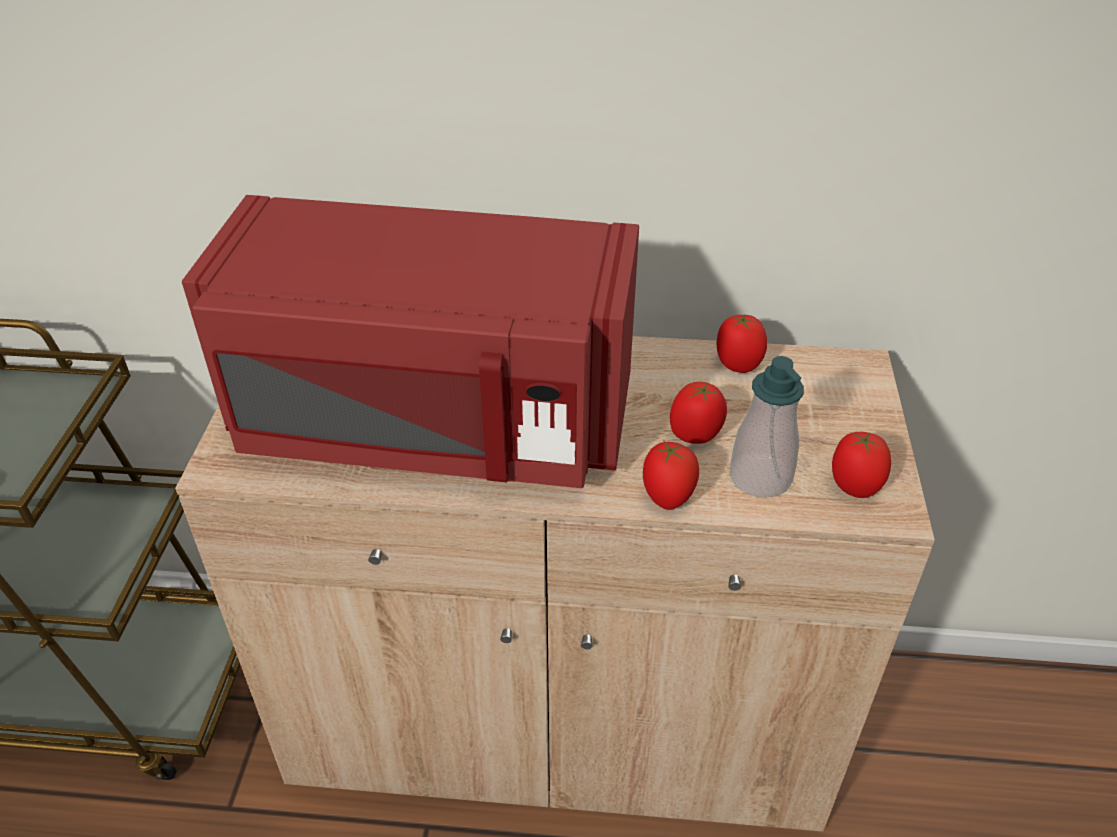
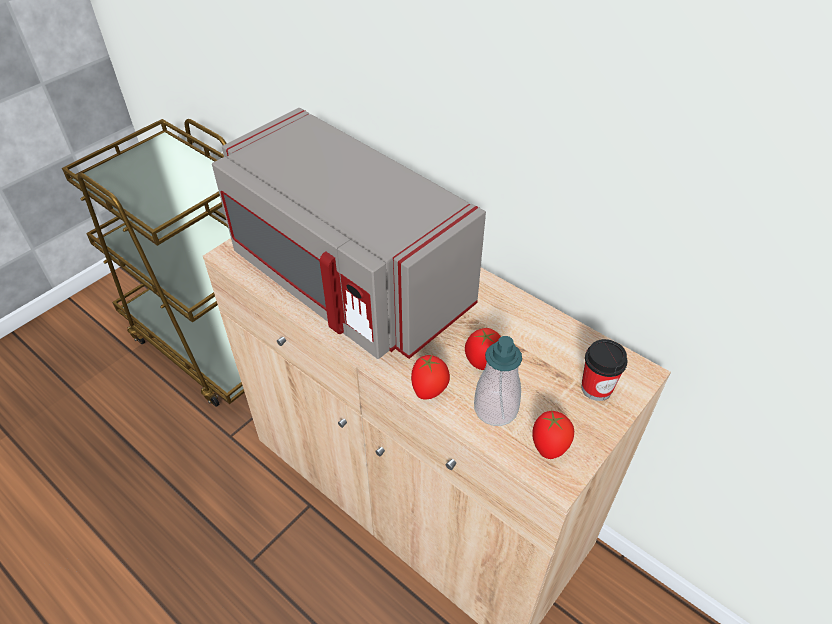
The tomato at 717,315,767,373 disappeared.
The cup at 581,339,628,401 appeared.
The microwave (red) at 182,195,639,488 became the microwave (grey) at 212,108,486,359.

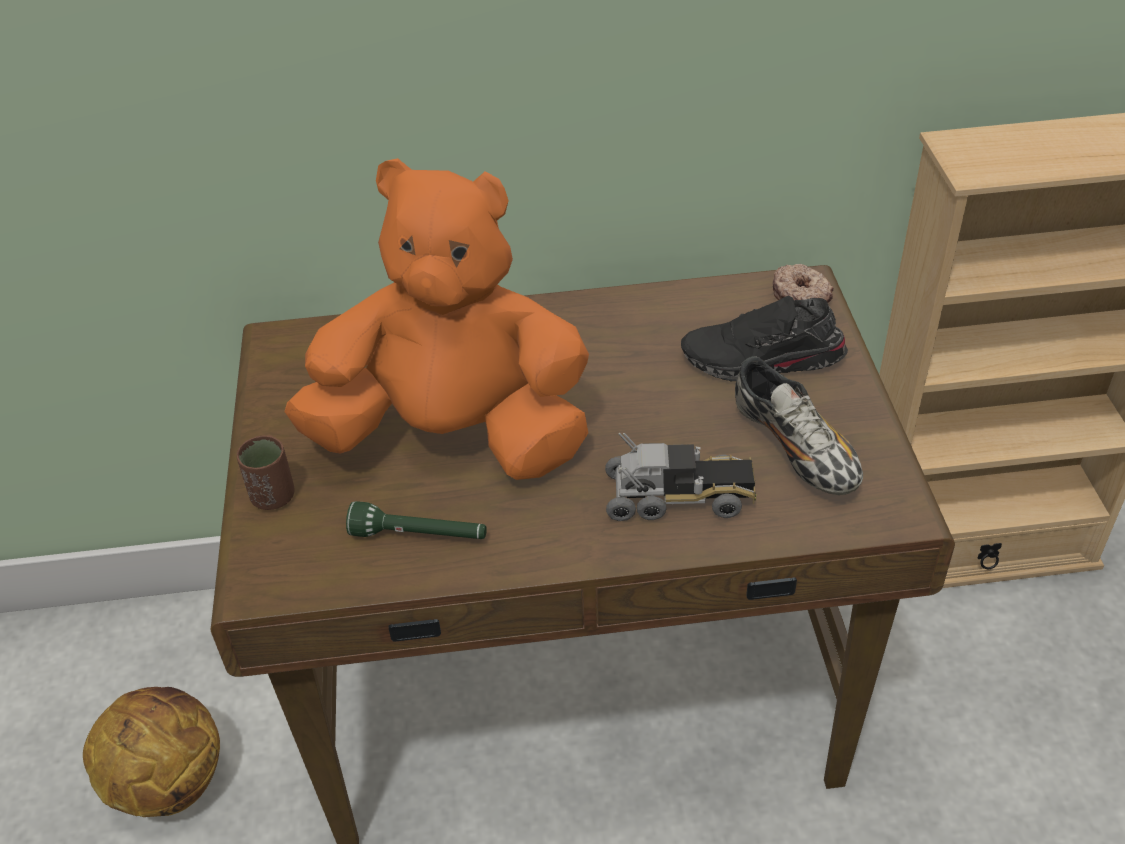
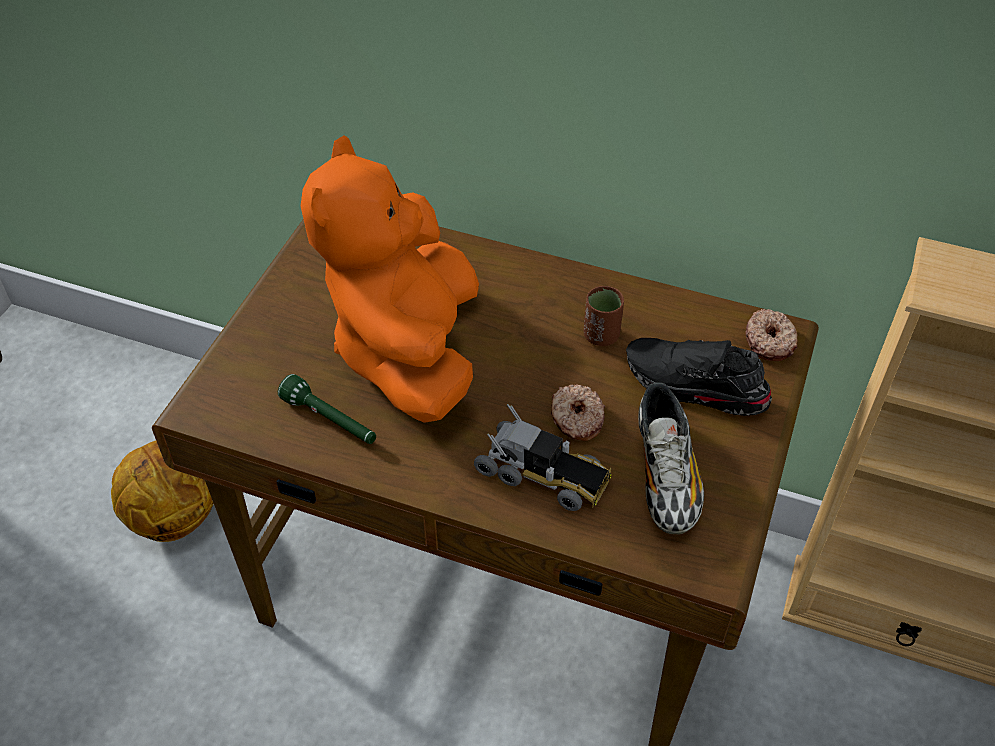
The donut at 551,384,605,441 appeared.
The cup (brown) moved from 237,435,295,510 to 584,286,624,346.
The plush toy (orange) at 285,158,589,480 turned 120 degrees counterclockwise.

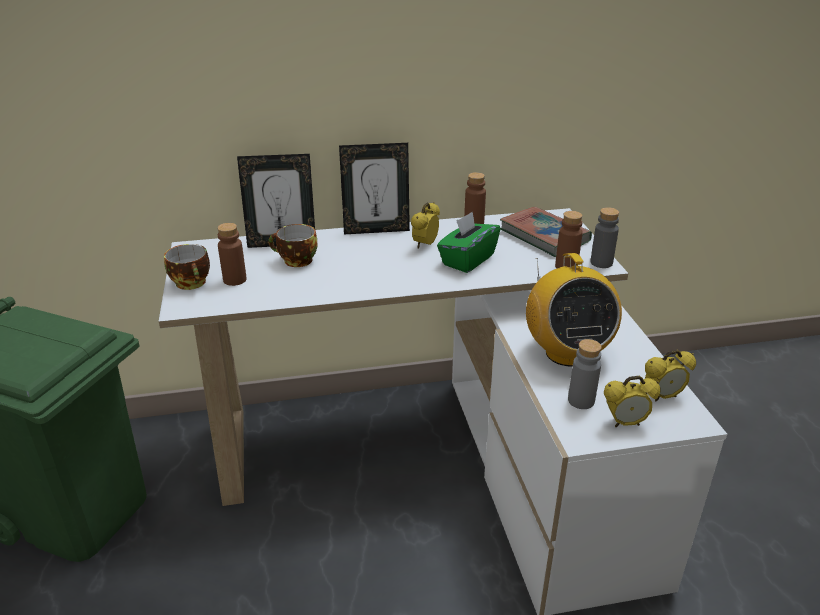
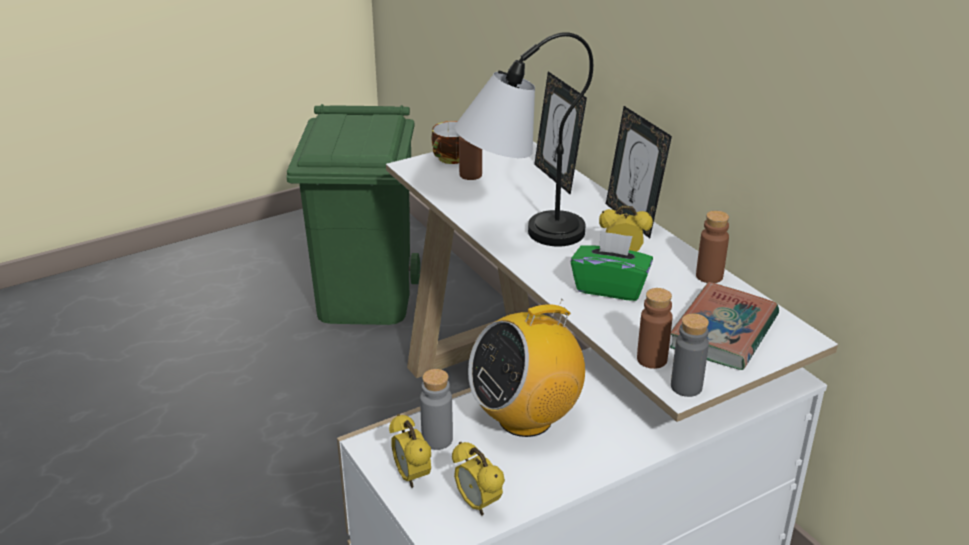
The cup at 268,224,317,267 disappeared.
The table lamp at 454,32,593,246 appeared.

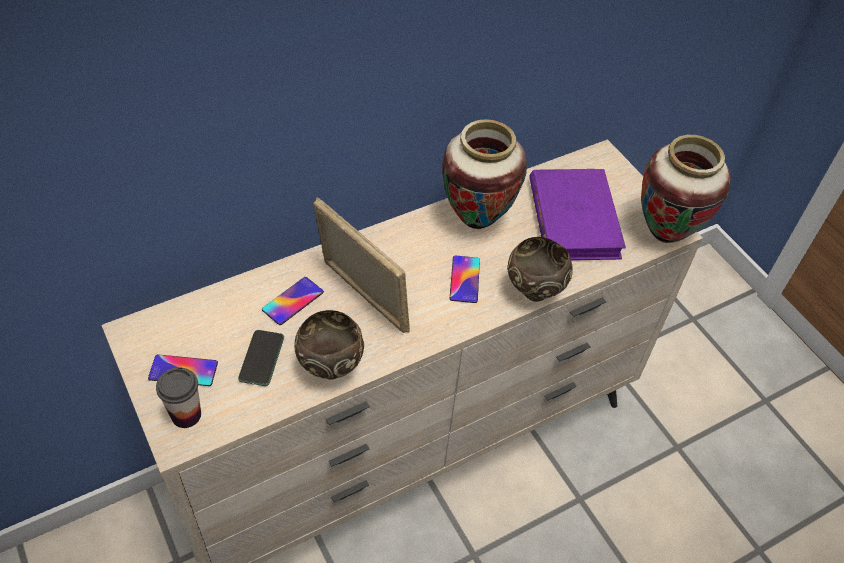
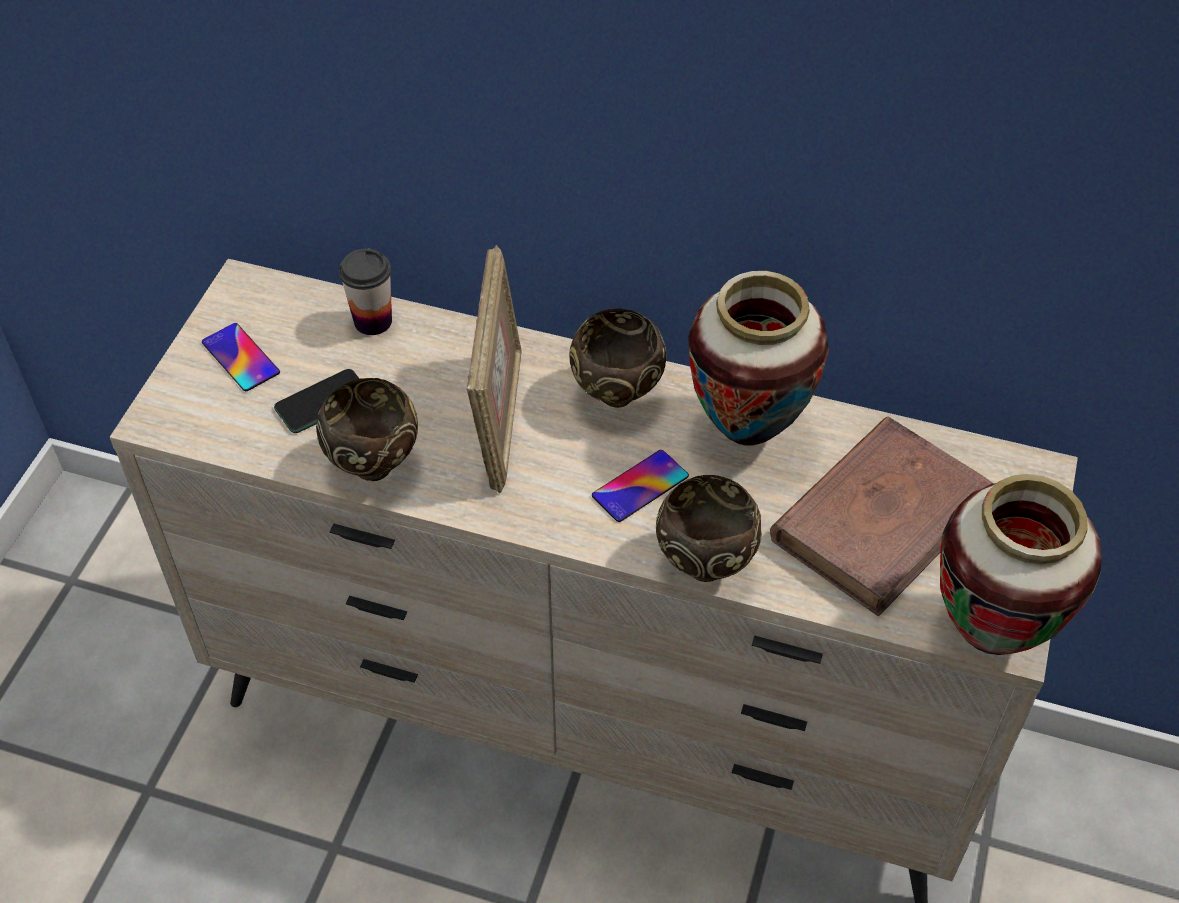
The phone at 262,277,324,325 disappeared.
The bowl (brown) at 569,308,666,408 appeared.
The cup moved from 156,368,201,428 to 339,249,392,335.
The book (purple) at 529,169,626,260 became the book (brown) at 770,417,993,616.

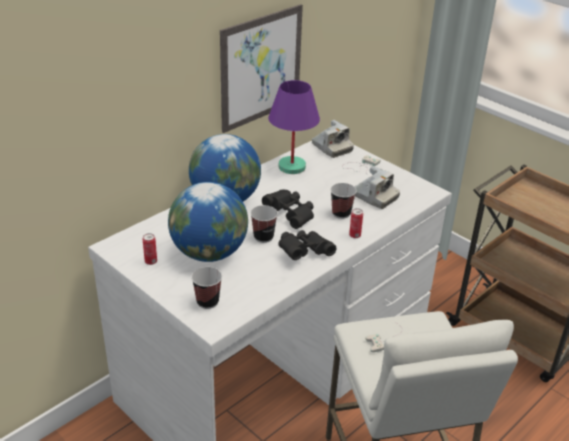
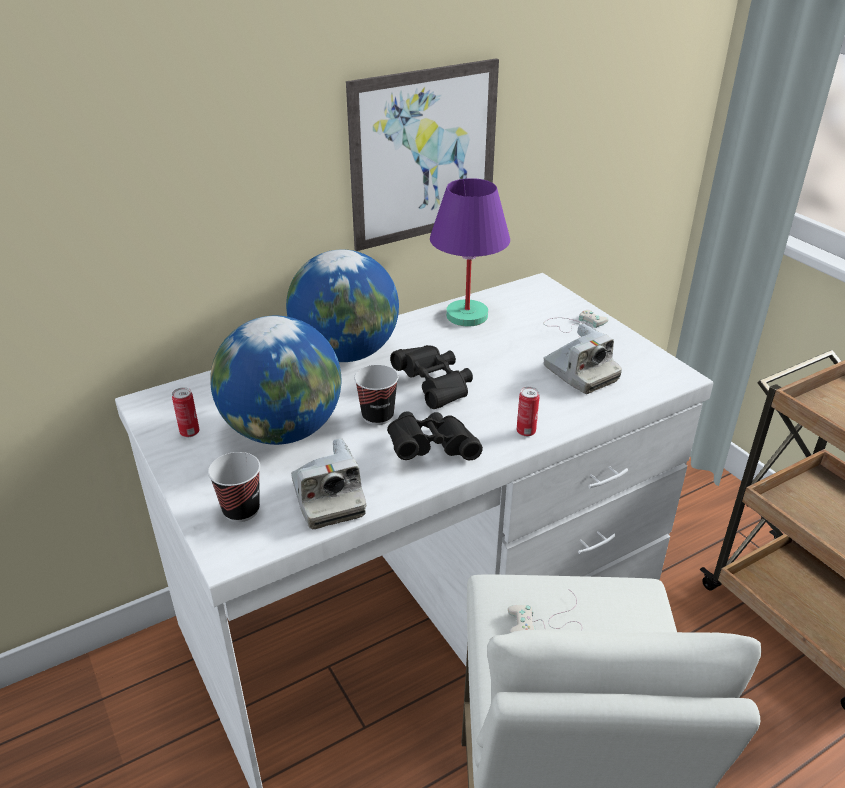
The cup at 331,183,357,219 disappeared.
The photo camera moved from 312,120,354,158 to 291,438,366,529.

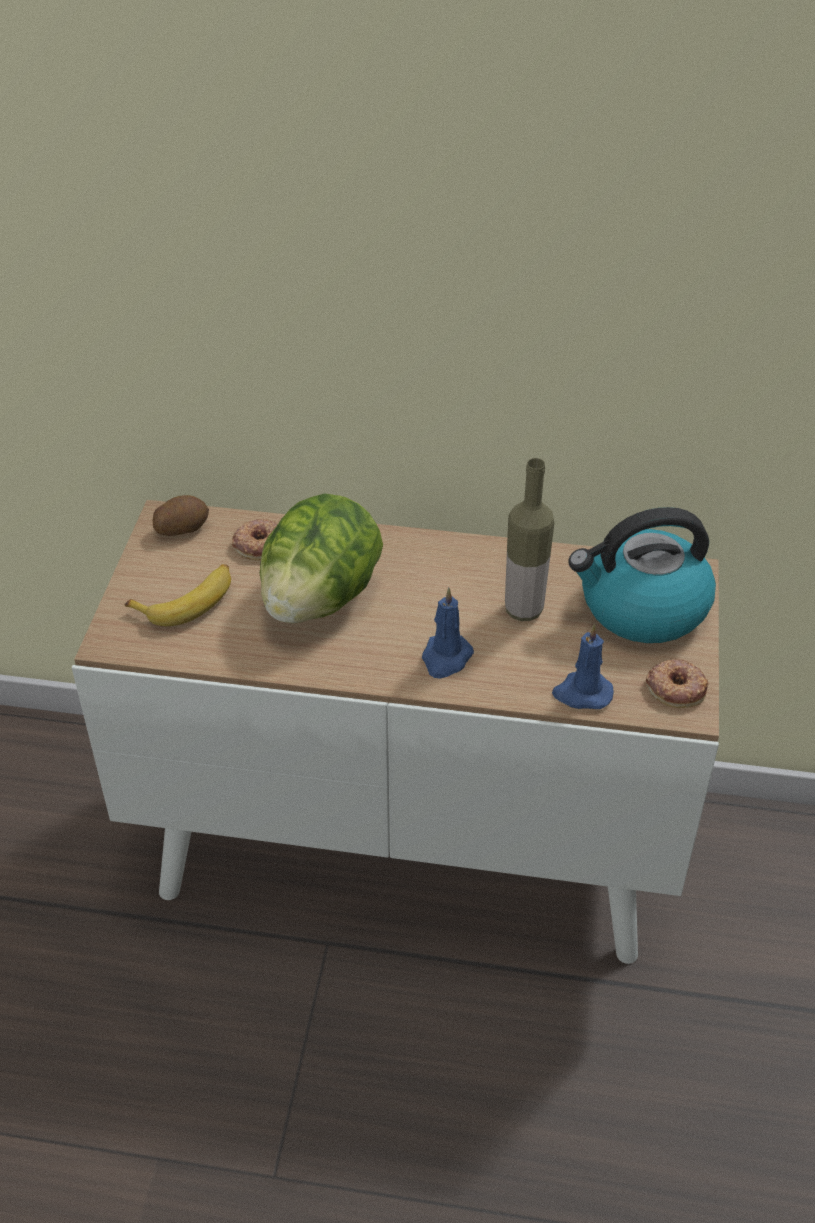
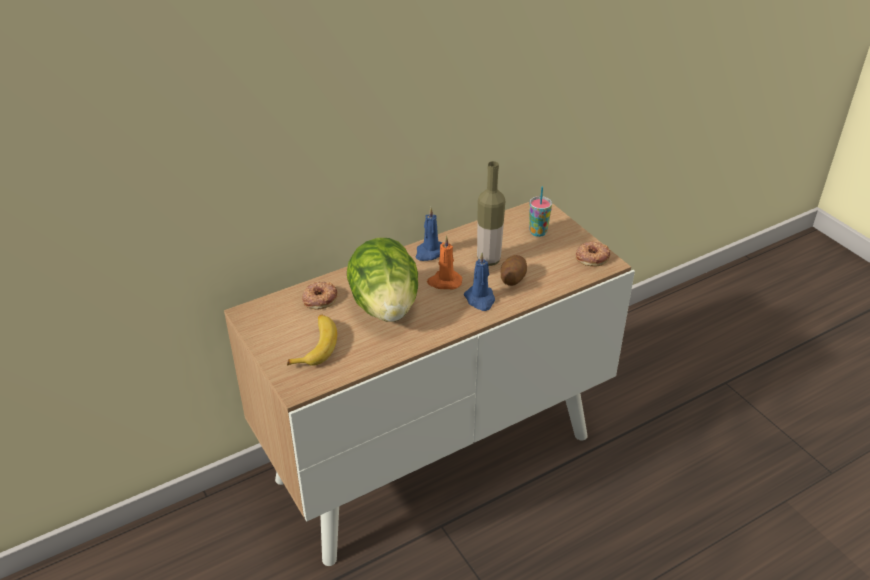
The candle (orange) at 427,236,462,289 appeared.
The potato moved from 153,495,209,536 to 501,255,527,286.
The candle (blue) moved from 552,624,614,709 to 415,207,442,261.
The kettle at 568,507,716,643 was replaced by the cup at 529,187,552,237.

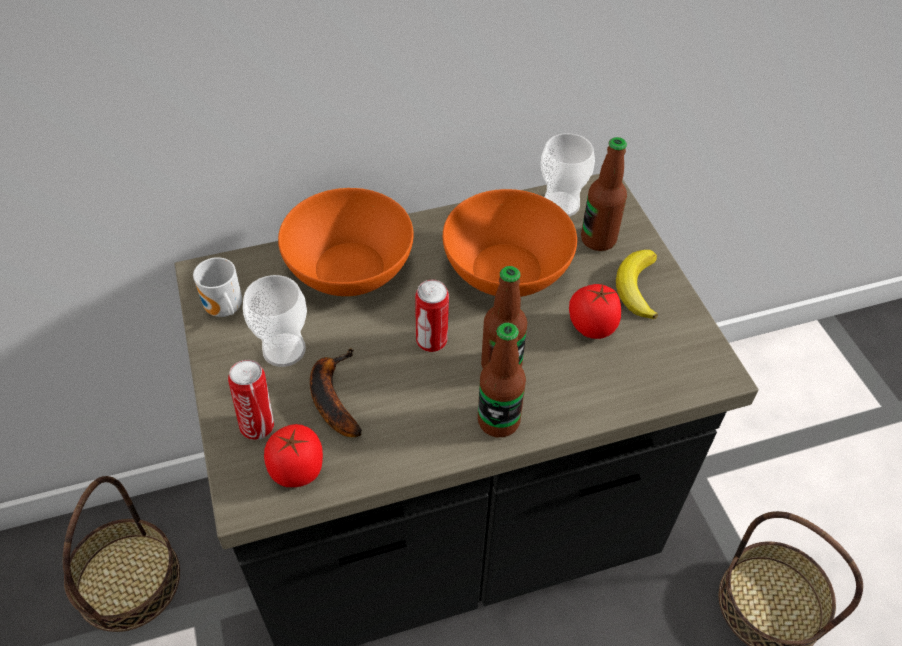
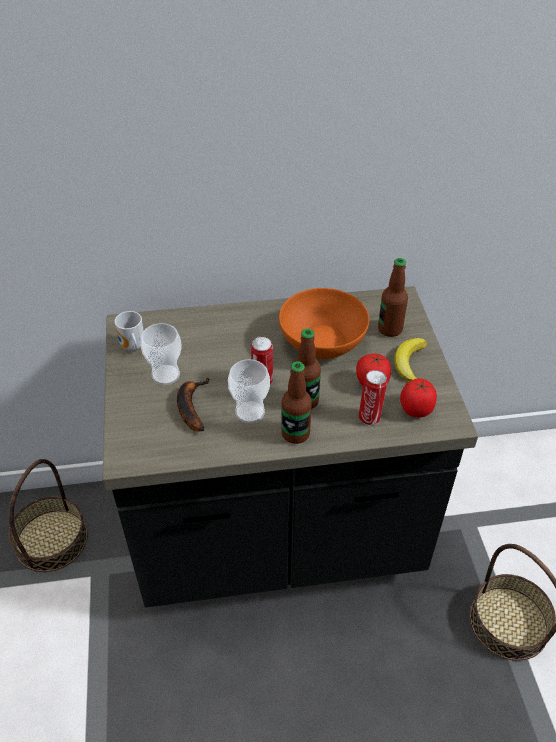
The bowl (orange) at 278,188,413,296 disappeared.
The can moved from 228,360,274,440 to 359,370,387,425.
The tomato moved from 264,424,323,487 to 400,378,437,417.
The cup moved from 541,133,595,217 to 228,359,270,423.

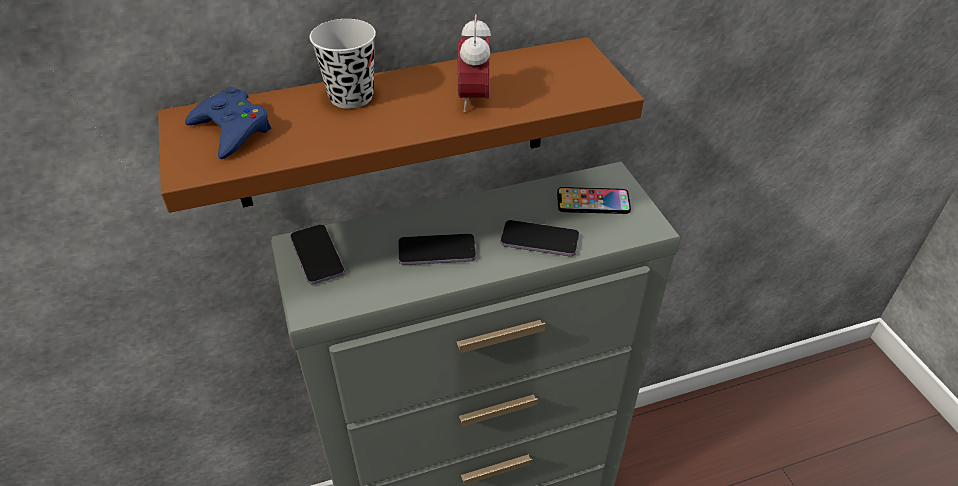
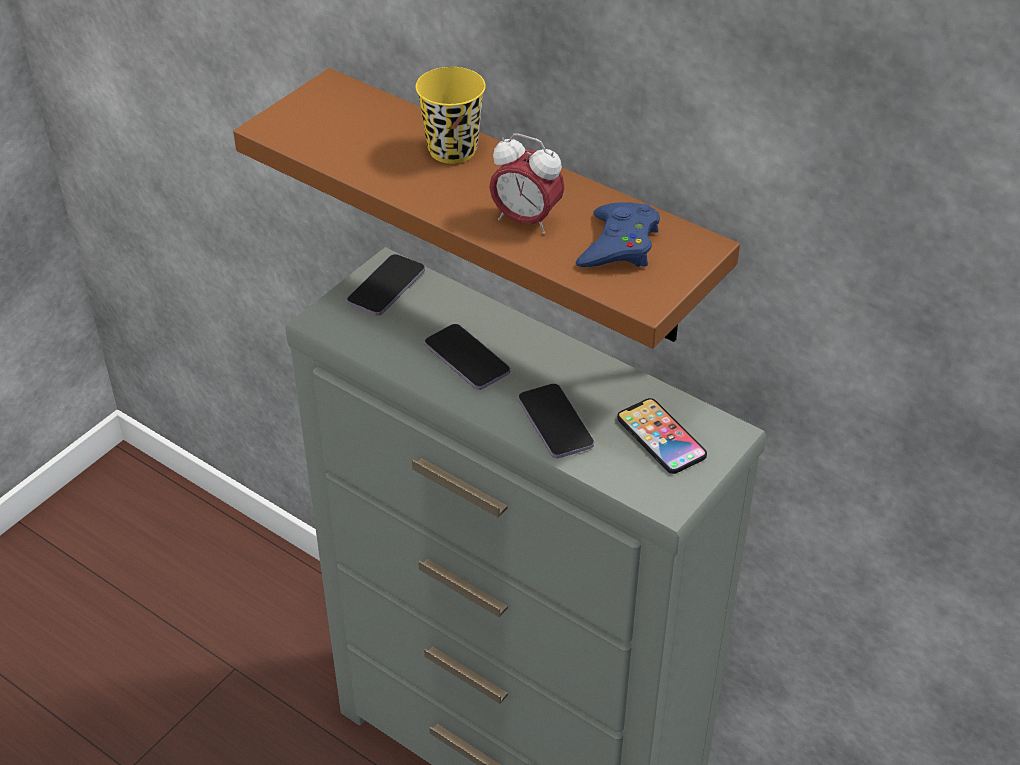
The game controller (blue) moved from 185,87,271,159 to 576,202,660,267.
The cup (black) at 310,19,376,109 became the cup (yellow) at 416,67,486,164.
The alarm clock at 457,14,491,112 turned 120 degrees counterclockwise.

